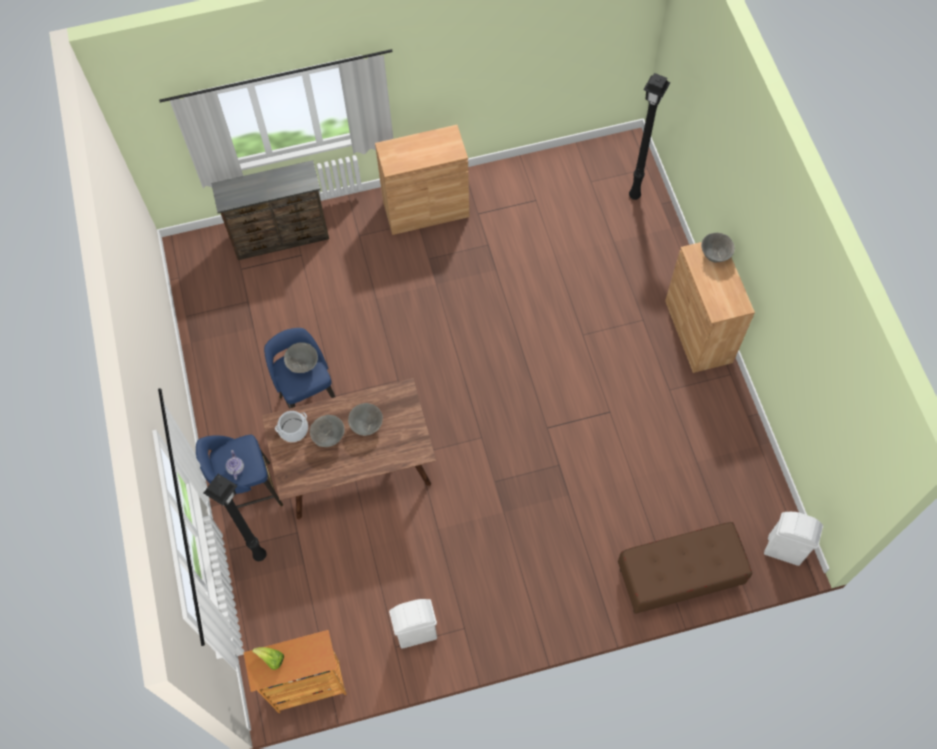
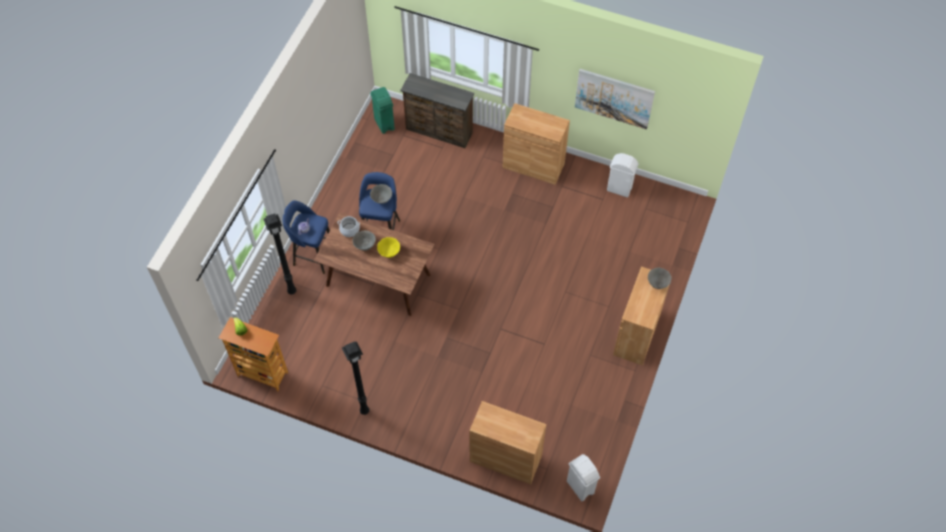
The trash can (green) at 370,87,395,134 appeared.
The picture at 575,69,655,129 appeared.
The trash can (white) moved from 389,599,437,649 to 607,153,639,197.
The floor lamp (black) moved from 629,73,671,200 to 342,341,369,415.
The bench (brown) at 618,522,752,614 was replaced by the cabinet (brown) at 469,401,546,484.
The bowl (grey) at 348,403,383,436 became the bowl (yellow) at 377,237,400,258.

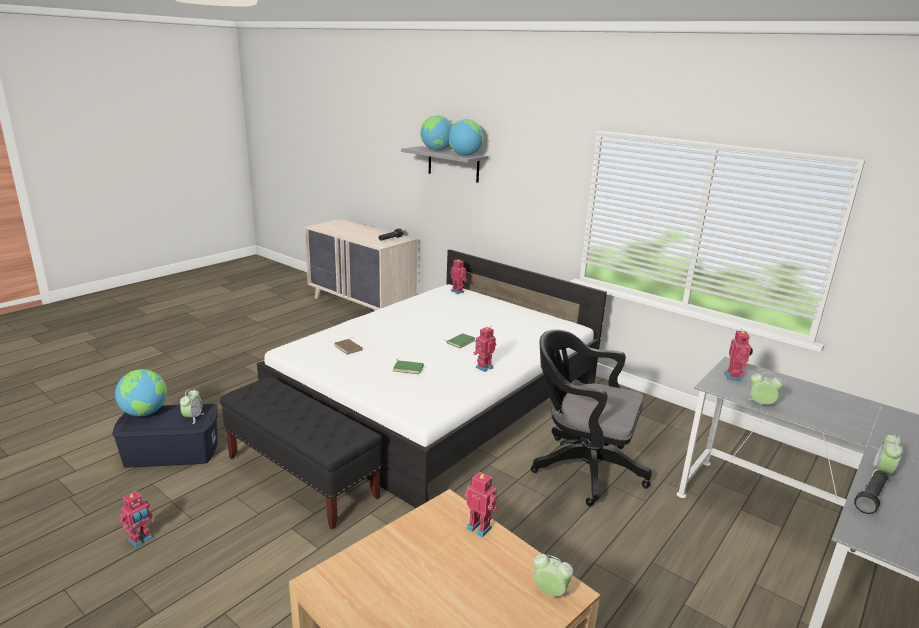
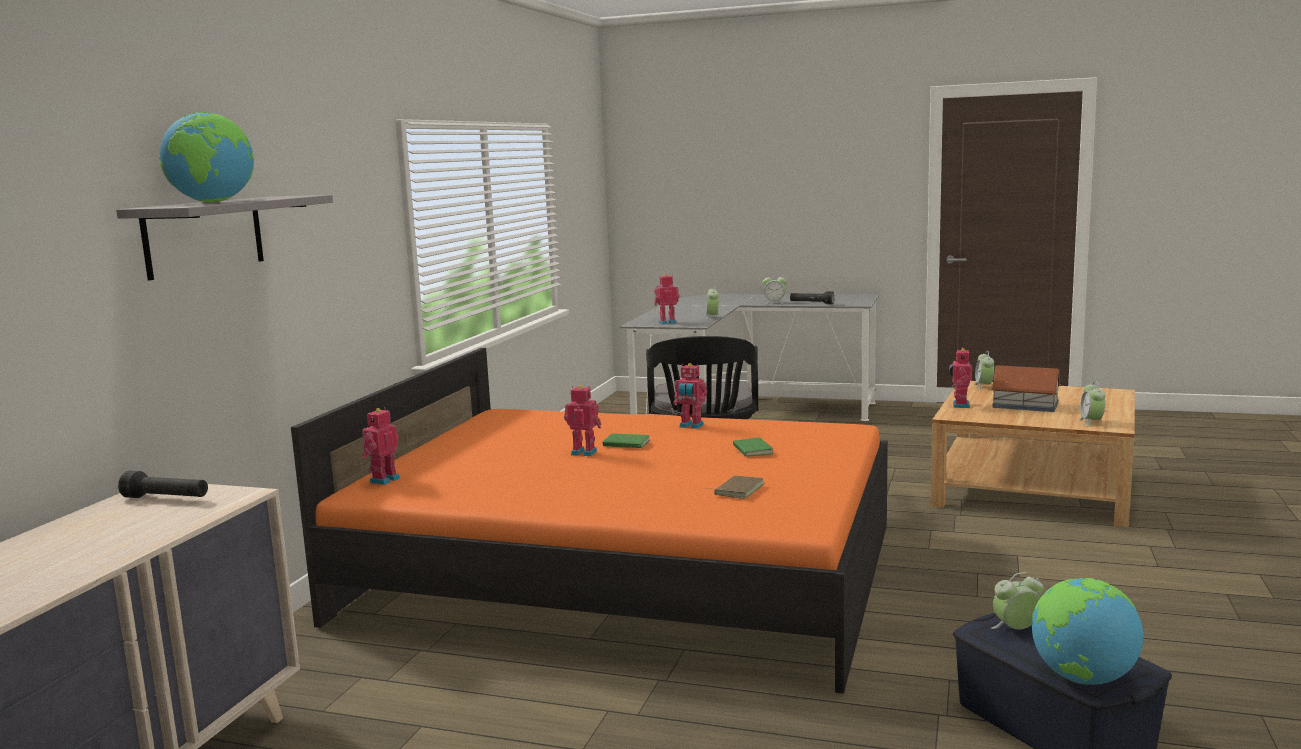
The bench (black) at 220,377,382,529 disappeared.
The globe at 449,119,484,156 disappeared.
The toy house at 991,365,1061,412 appeared.
The alarm clock at 1079,381,1105,426 appeared.
The toy robot moved from 119,491,154,548 to 564,385,601,456.
The bed (white) at 257,249,607,508 became the bed (orange) at 291,348,888,694.

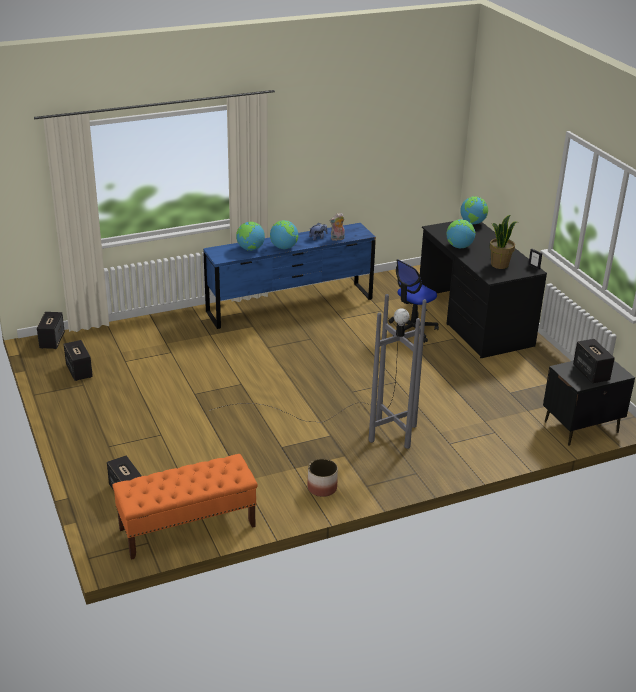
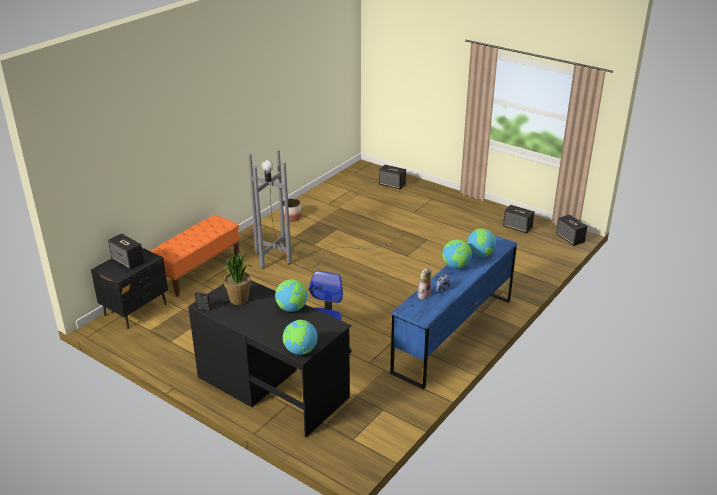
The bench (orange) moved from 112,454,258,560 to 150,215,240,297.

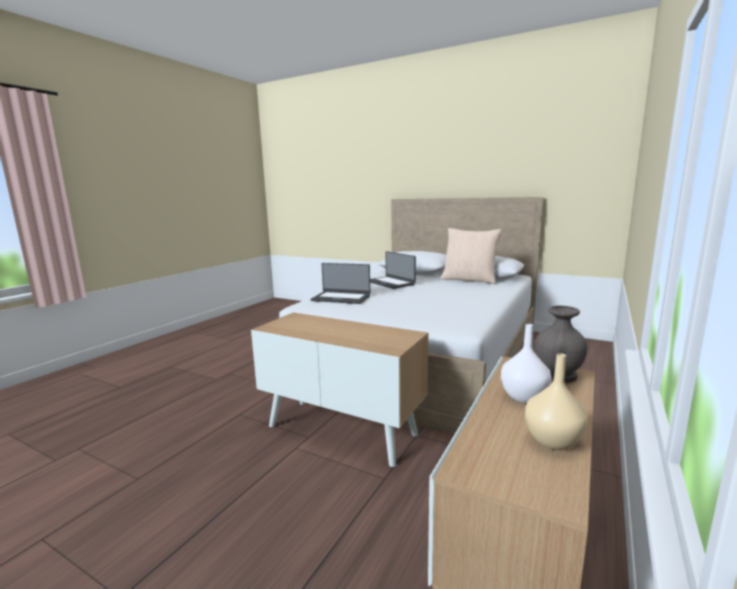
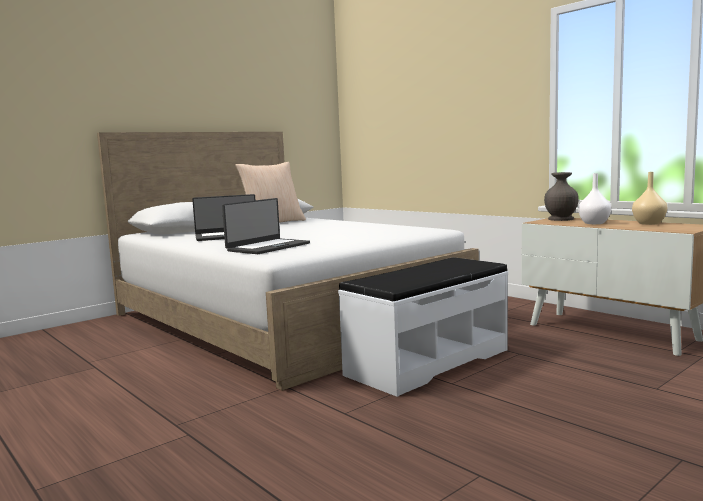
The cabinet at 251,312,428,467 was replaced by the bench (white) at 338,258,508,397.

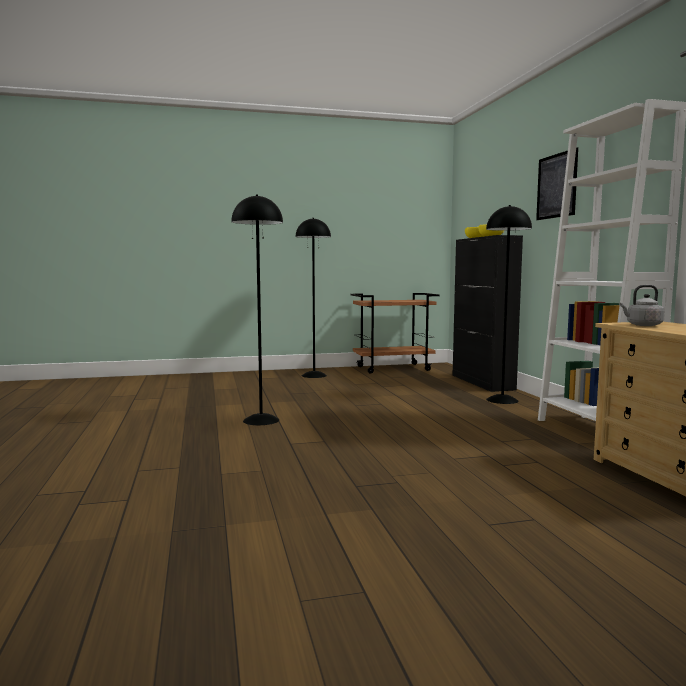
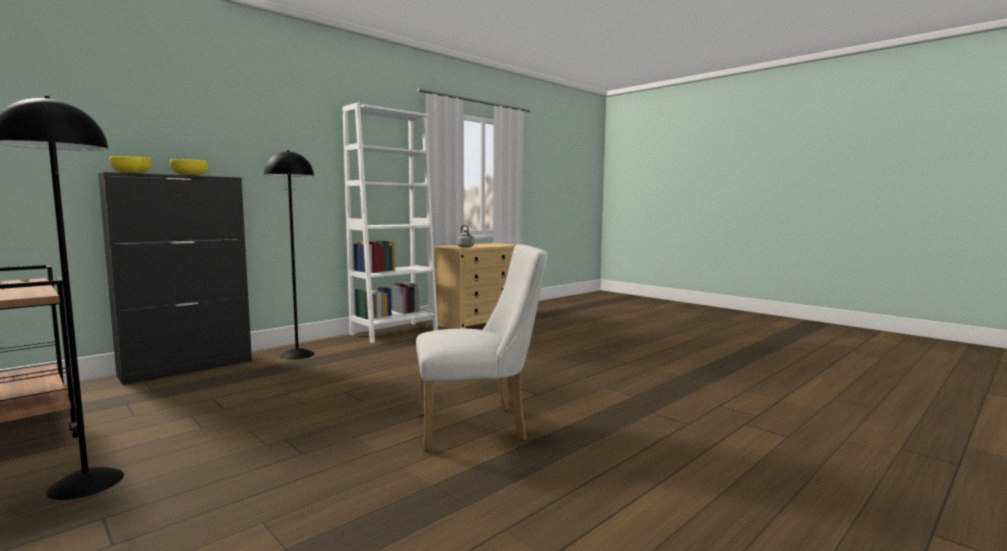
The picture at 536,147,578,220 disappeared.
The floor lamp (black) at 231,195,283,425 was replaced by the chair (white) at 416,244,547,451.

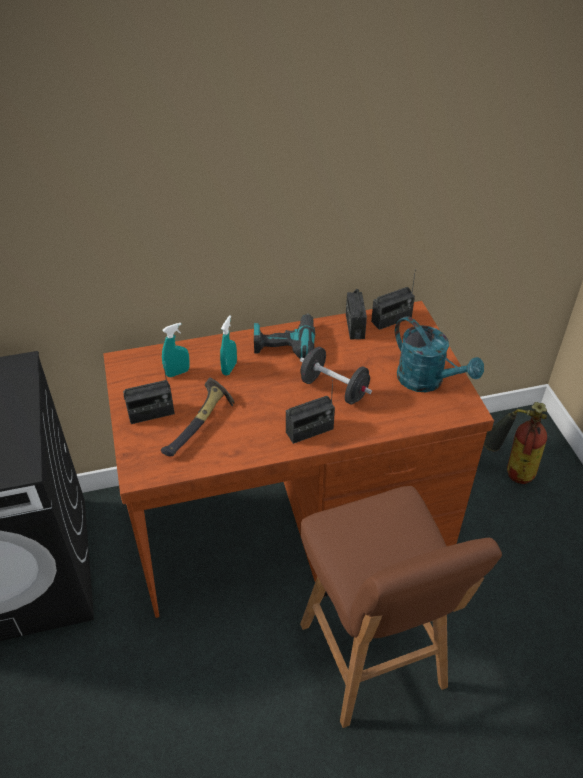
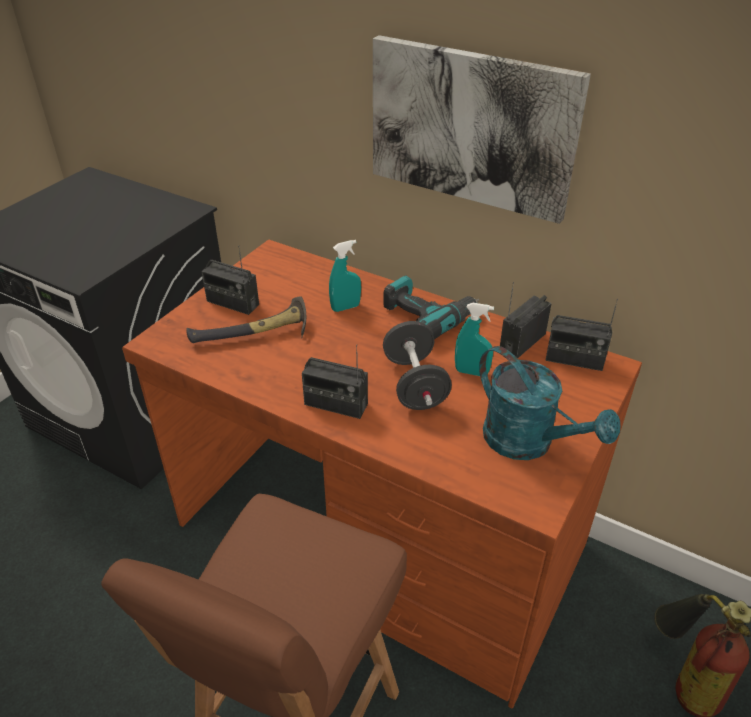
The picture at 373,35,591,224 appeared.
The spray bottle (turquoise) moved from 162,323,190,377 to 455,303,494,376.
The watering can (turquoise) at 395,316,484,392 turned 45 degrees counterclockwise.

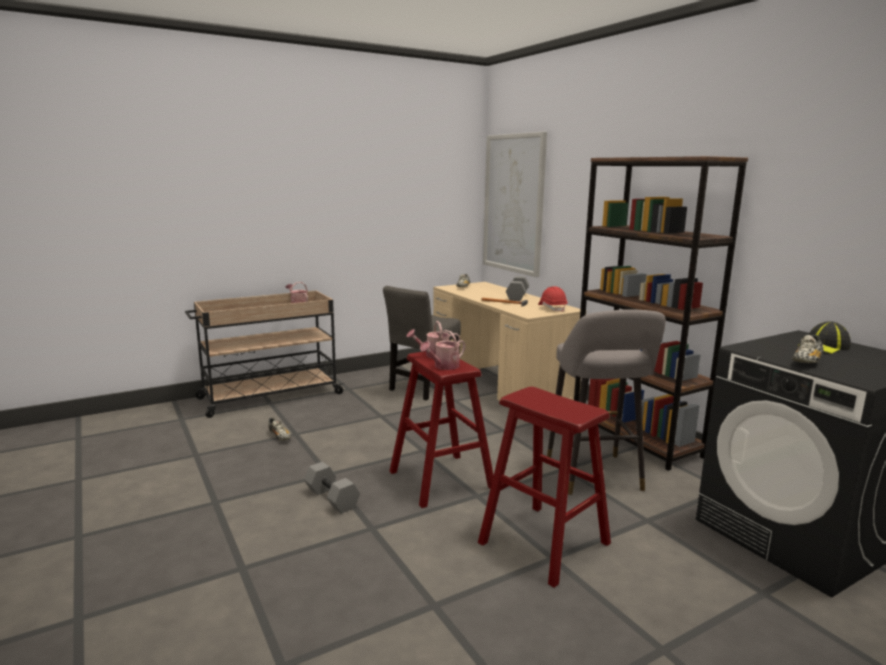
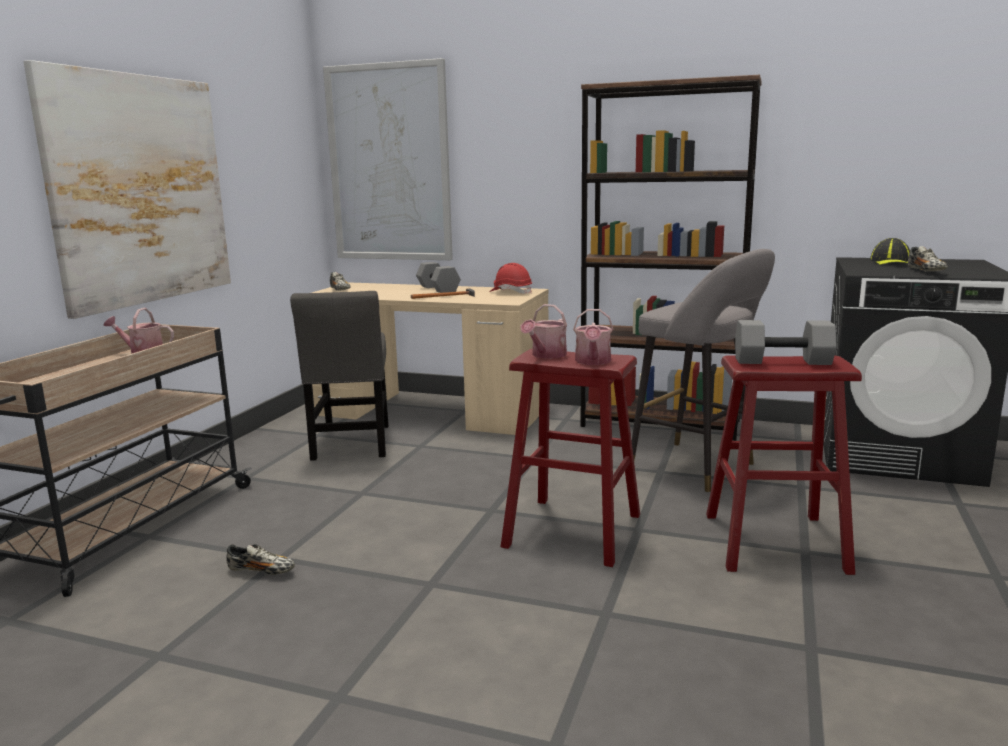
The picture at 23,60,231,319 appeared.
The dumbbell (grey) moved from 304,462,360,514 to 735,320,837,365.

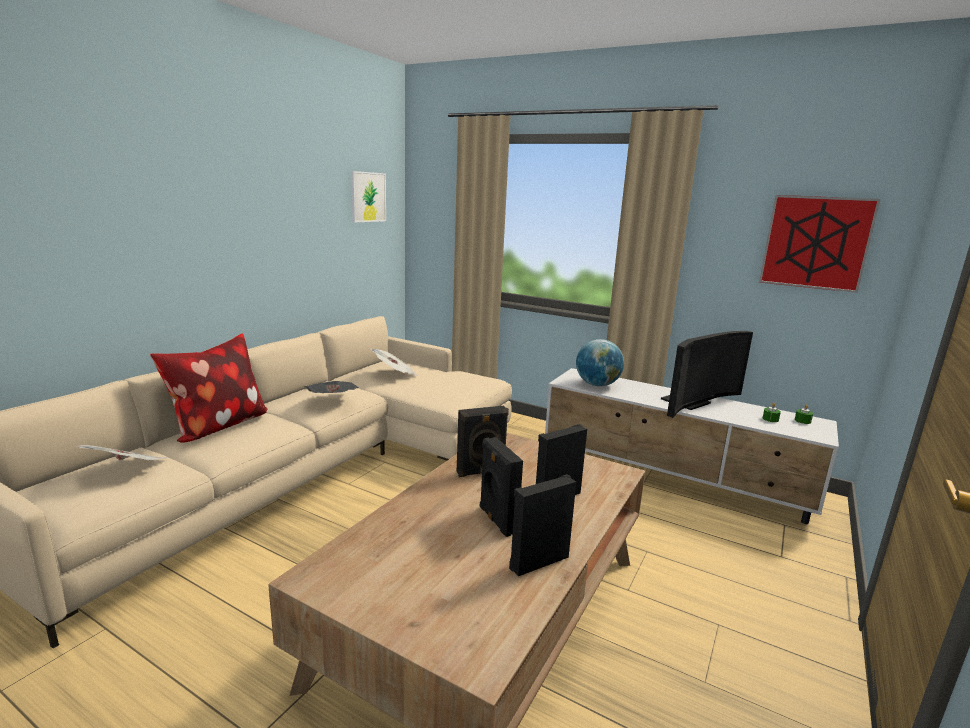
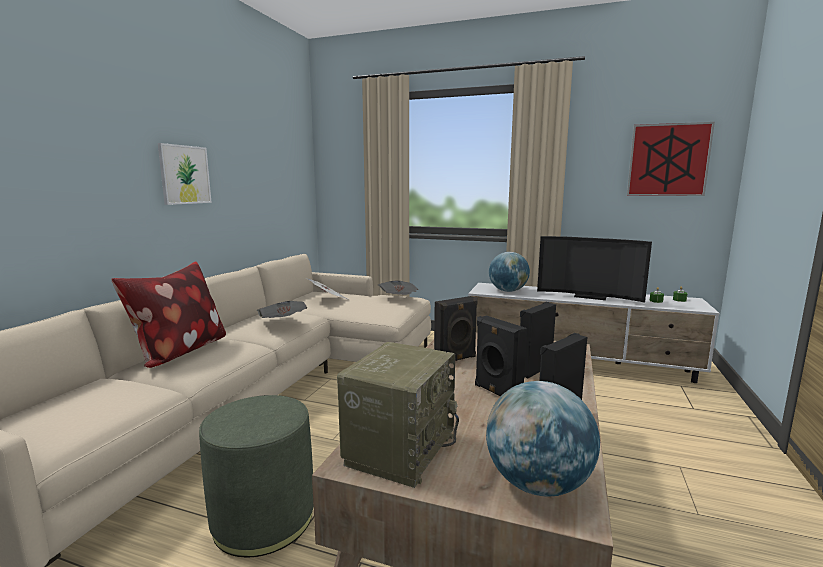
The ottoman (green) at 199,395,314,557 appeared.
The radio at 337,342,459,488 appeared.
The globe at 486,381,600,497 appeared.
The newspaper moved from 75,445,168,461 to 378,280,418,295.
The picture moved from 351,171,386,223 to 158,143,212,205.
The television at 661,331,753,418 turned 75 degrees clockwise.

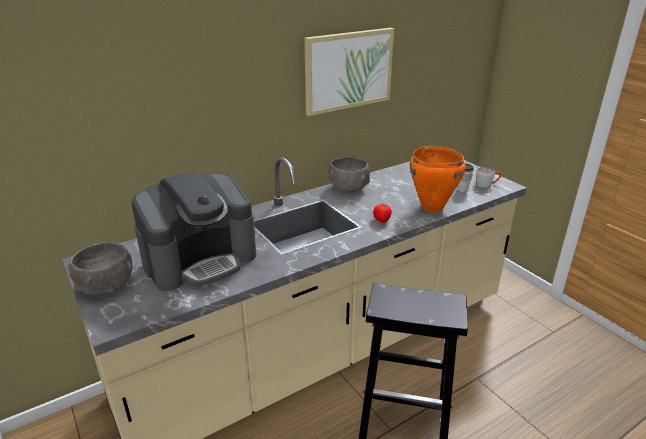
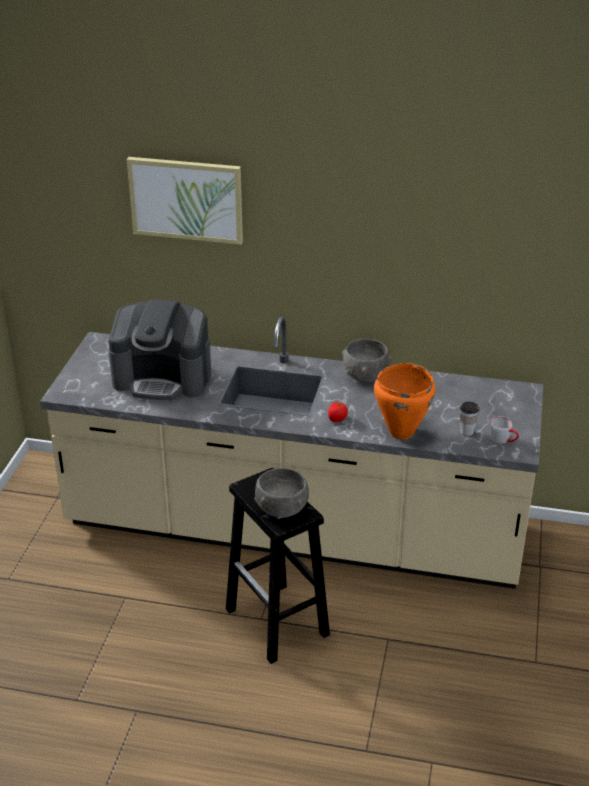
The bowl (grey) moved from 67,242,132,295 to 254,468,309,519.
The picture moved from 304,28,394,116 to 127,157,243,245.

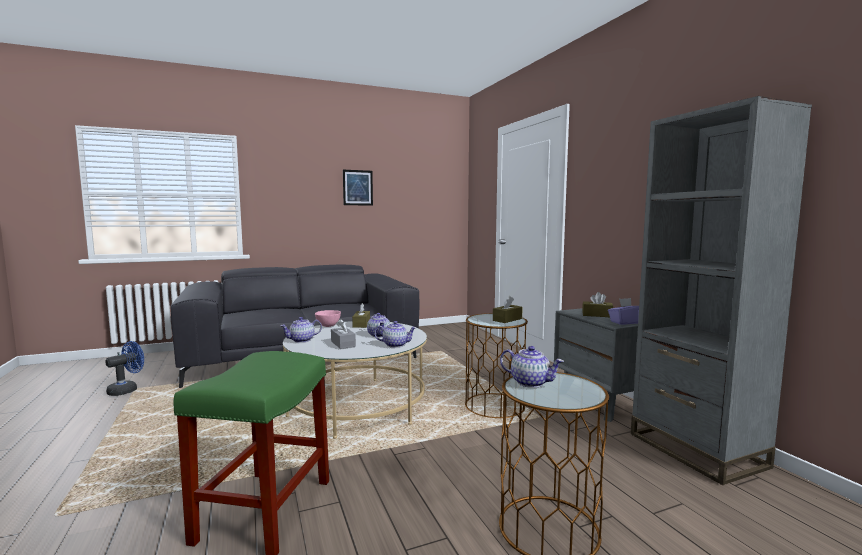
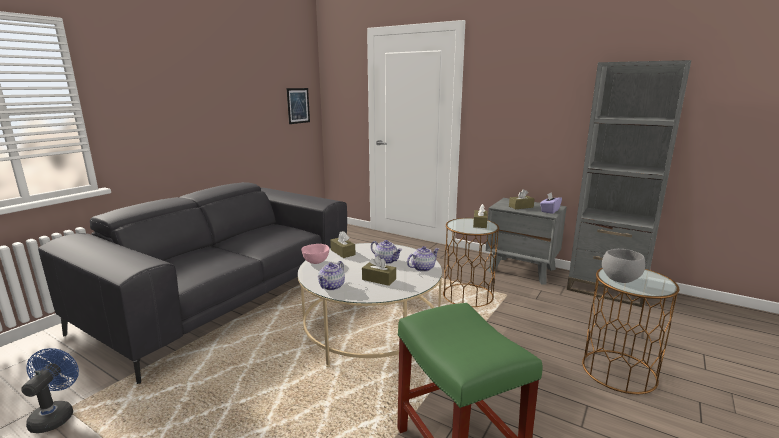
The picture moved from 343,170,373,206 to 287,88,310,124.
The teapot at 500,346,564,388 was replaced by the bowl (grey) at 602,249,645,283.
The tissue box (grey) at 331,319,356,349 became the tissue box (brown) at 362,256,396,286.

